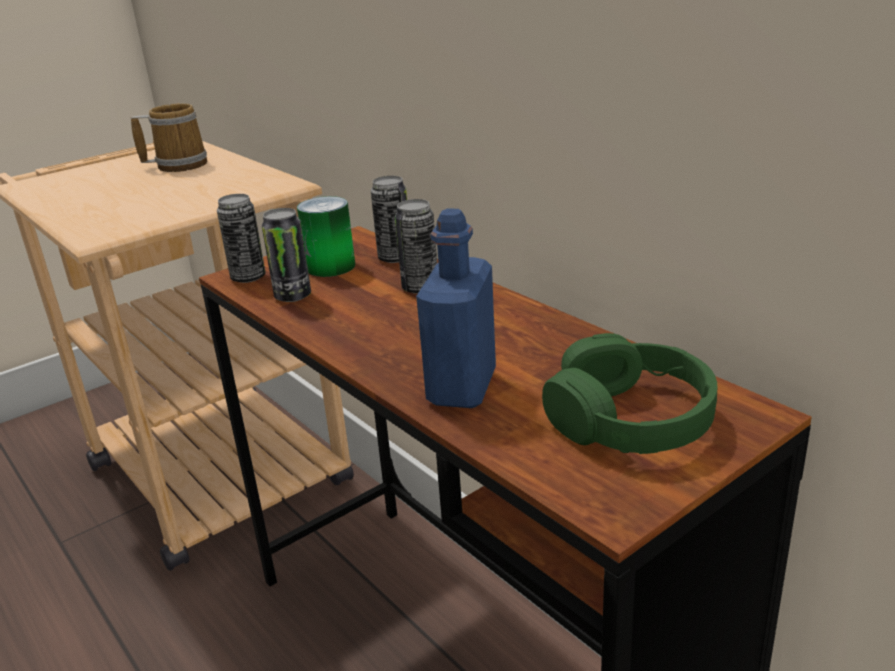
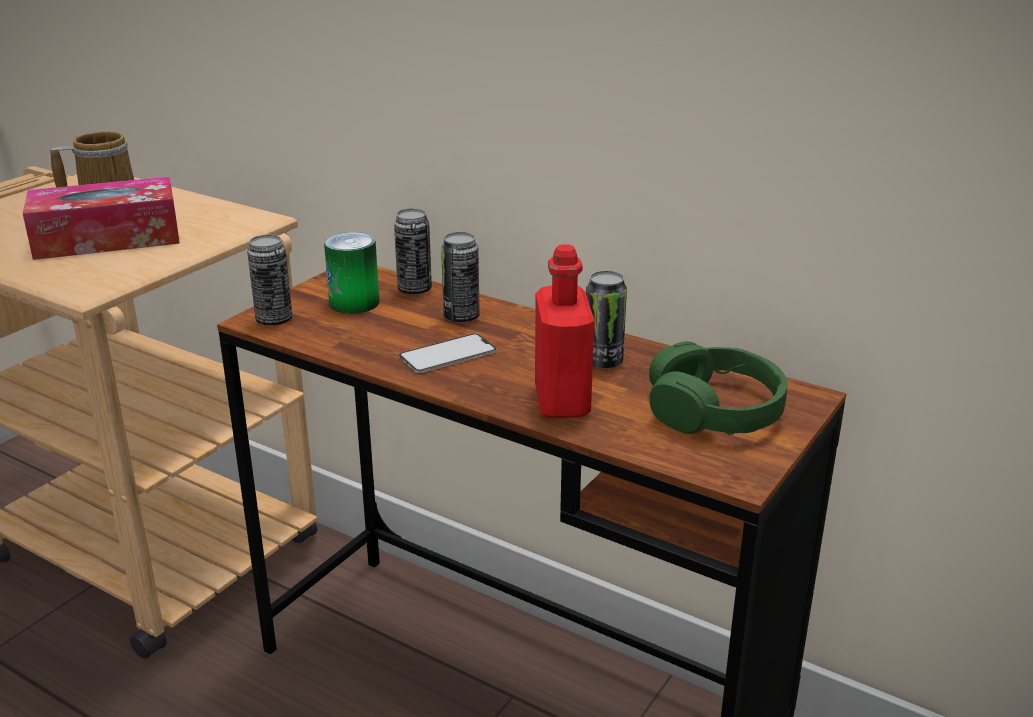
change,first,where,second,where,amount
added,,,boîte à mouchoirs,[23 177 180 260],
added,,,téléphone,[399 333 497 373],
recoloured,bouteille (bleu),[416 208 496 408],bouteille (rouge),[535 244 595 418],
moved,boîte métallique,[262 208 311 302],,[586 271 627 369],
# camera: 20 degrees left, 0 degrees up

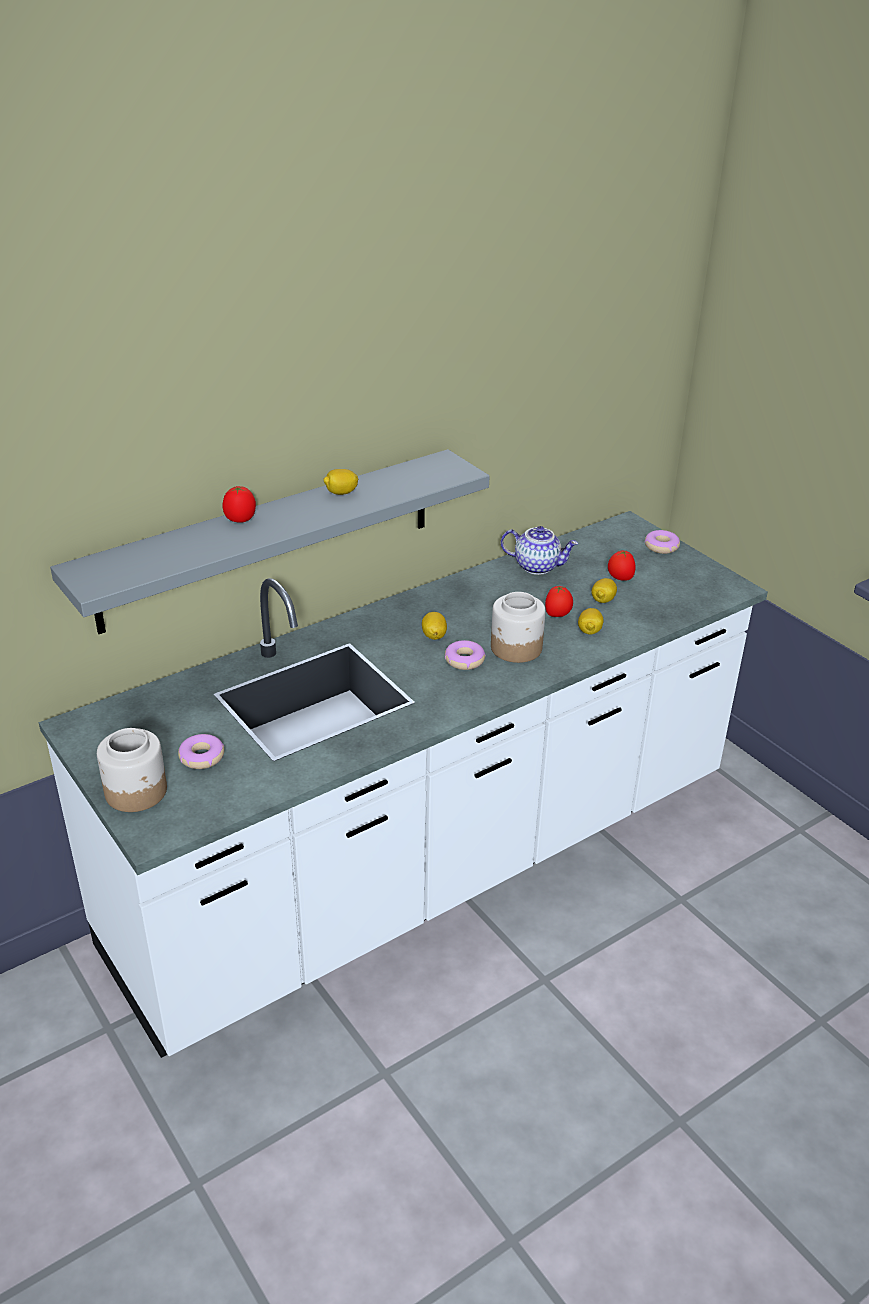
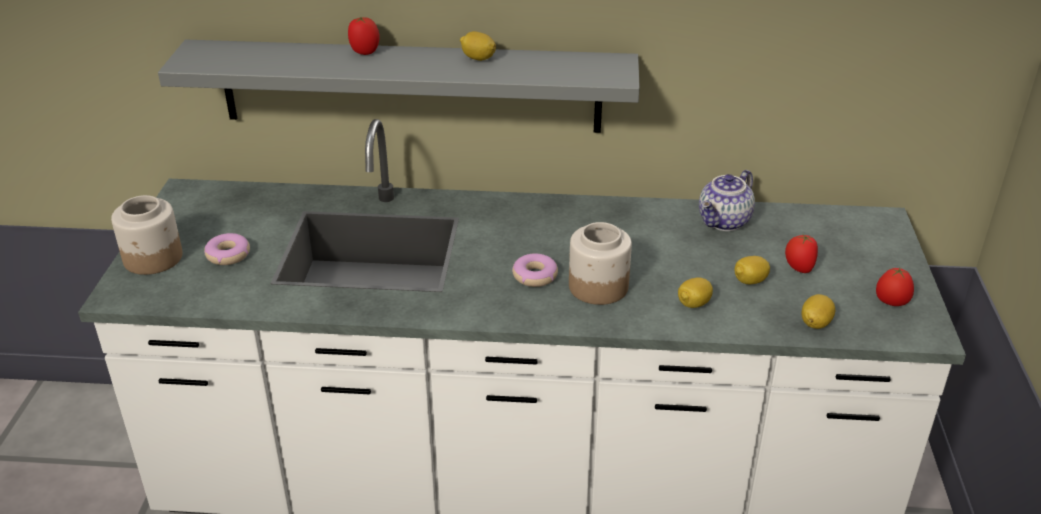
change,first,where,second,where,amount
turned,théière,[501 526 578 575],,[699 170 755 231],75 degrees clockwise
moved,citron,[422 612 447 640],,[802 294 835 329],
moved,tomate,[545 586 573 617],,[876 268 914 306],
removed,beignet,[645 530 680 554],,,
# camera: 40 degrees right, 0 degrees up

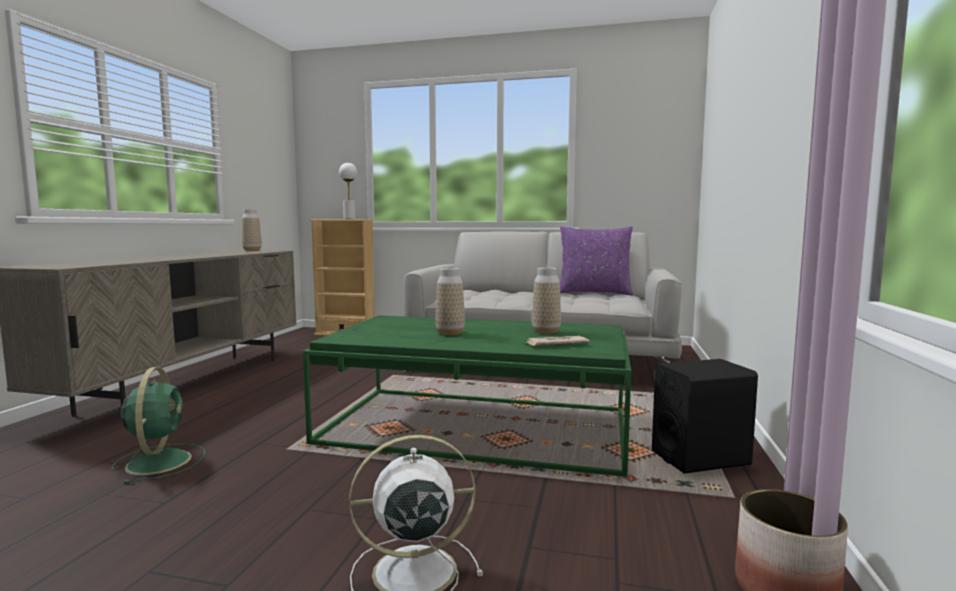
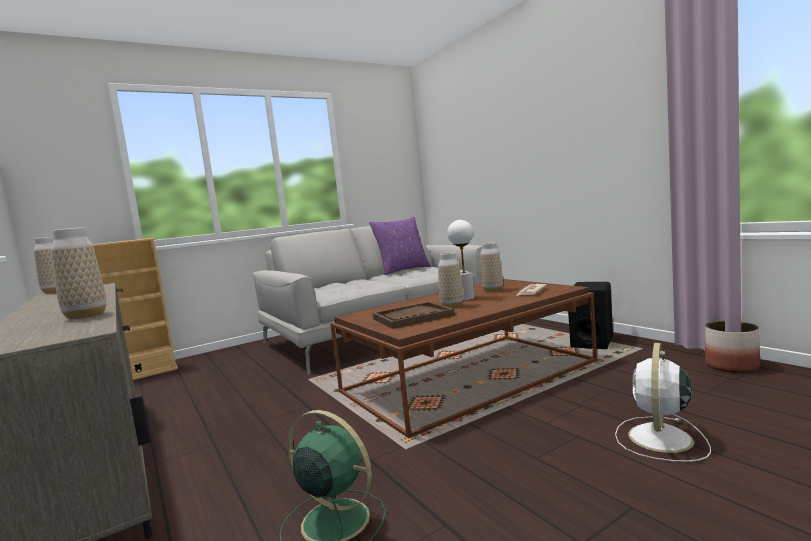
change,first,where,second,where,amount
added,,,vase,[51 227 106 319],
recoloured,table basse (vert),[303 315 631 477],table basse (marron),[330 279 597 439],
added,,,plateau (marron),[372 302 455 329],
moved,lampe de table (blanc),[339 163 357 219],,[447 220 474 301],
# camera: 45 degrees left, 0 degrees up

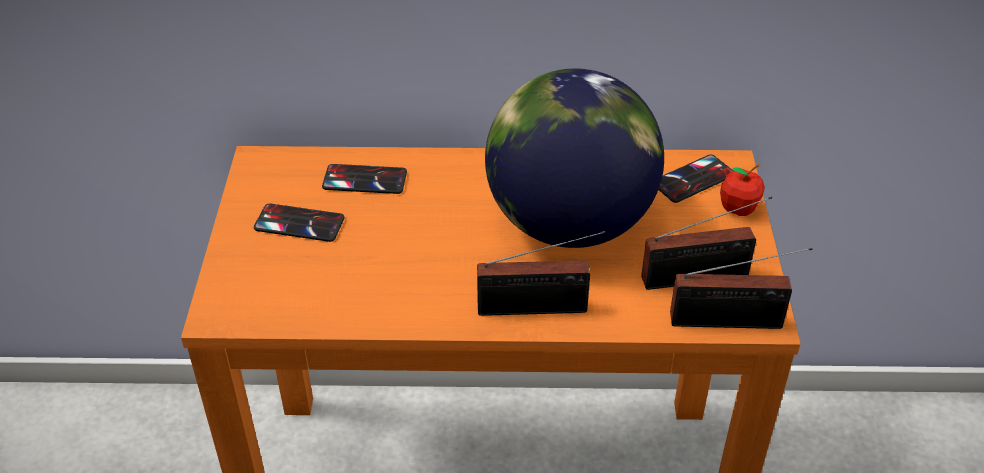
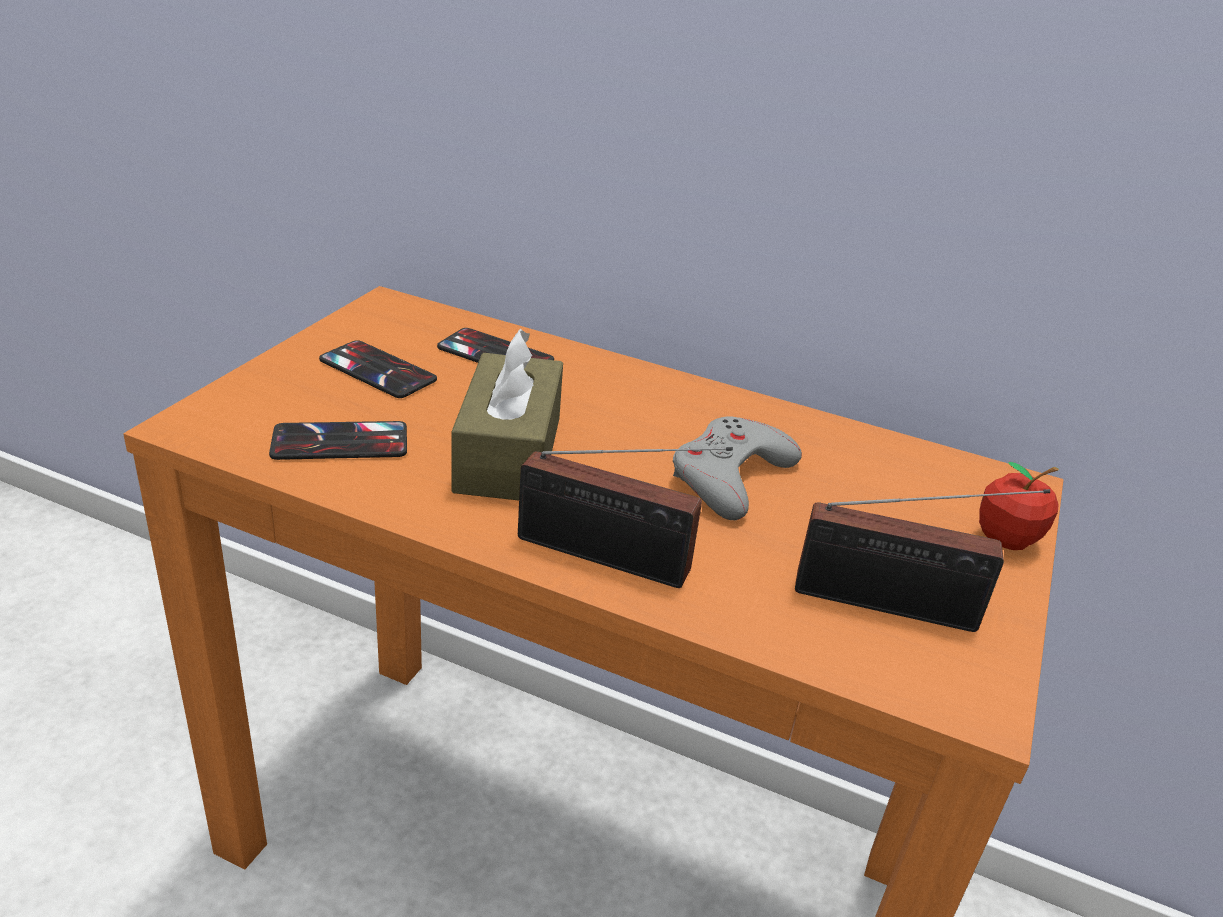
change,first,where,second,where,amount
moved,téléphone,[658 155 733 203],,[269 421 407 460],
added,,,boîte à mouchoirs (marron),[451 329 563 500],
replaced,globe,[485 68 664 248],manette (gris),[673 417 802 520],
removed,radio,[670 248 813 329],,,
# camera: 20 degrees right, 10 degrees down

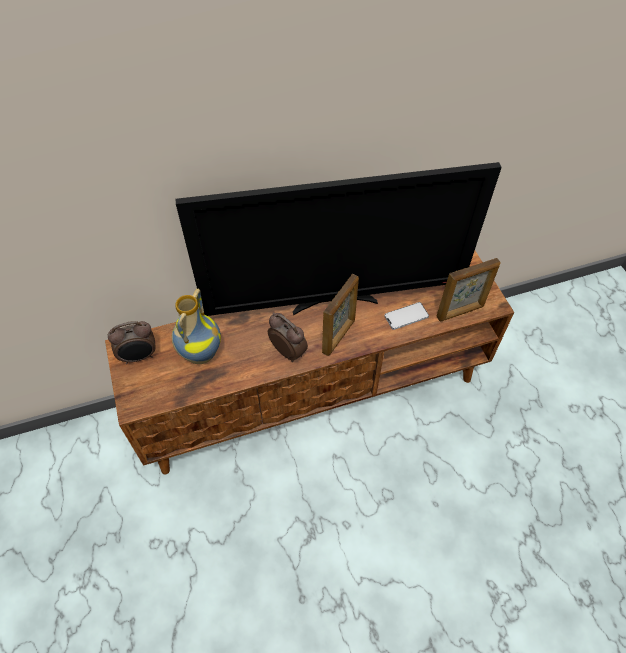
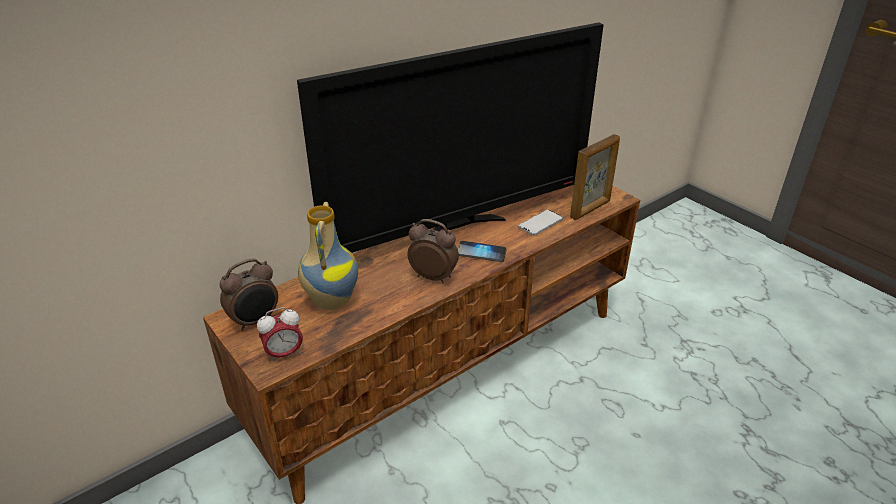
change,first,where,second,where,amount
added,,,réveil,[257 307 303 363],
replaced,cadre photo,[322 274 359 356],téléphone,[458 241 506 262],
# camera: 20 degrees left, 20 degrees down

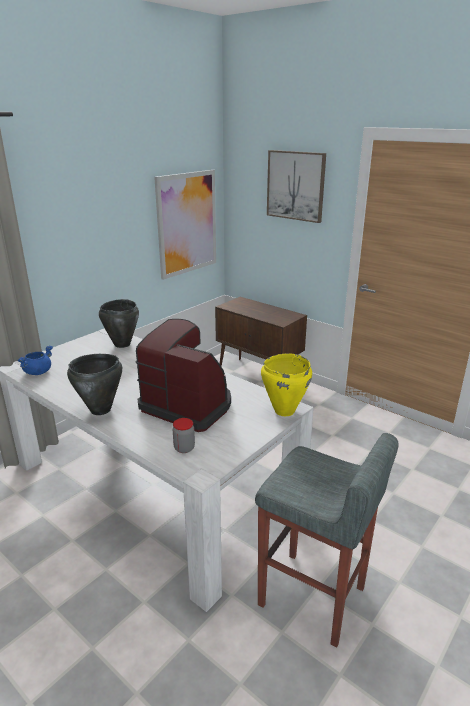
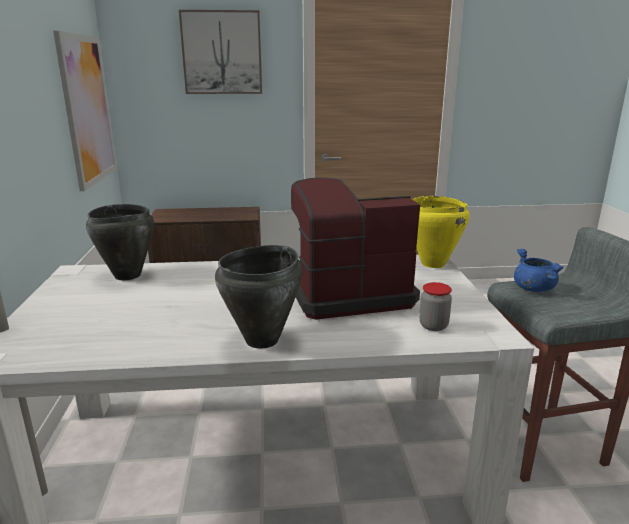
change,first,where,second,where,amount
moved,marmite (bleu),[18 345 53 375],,[514 249 564 292],
# camera: 45 degrees left, 5 degrees down

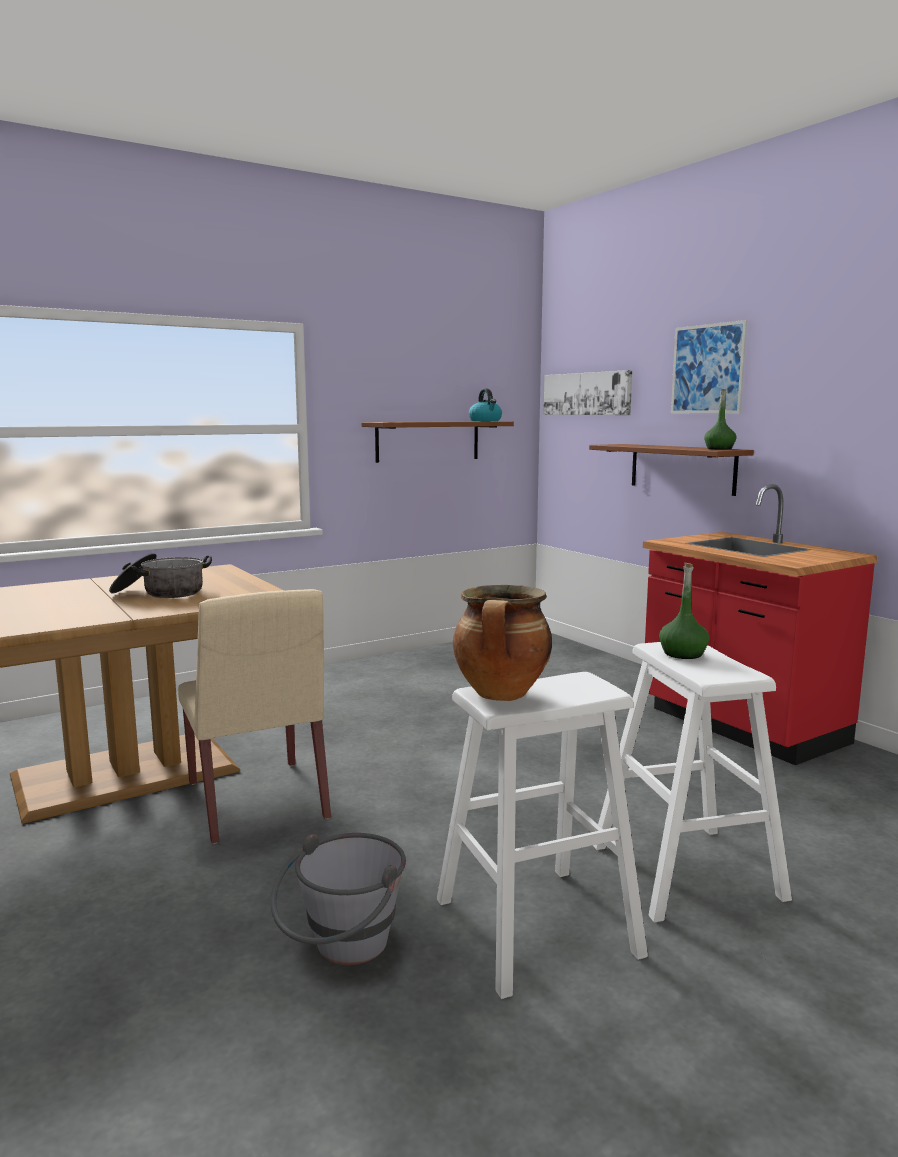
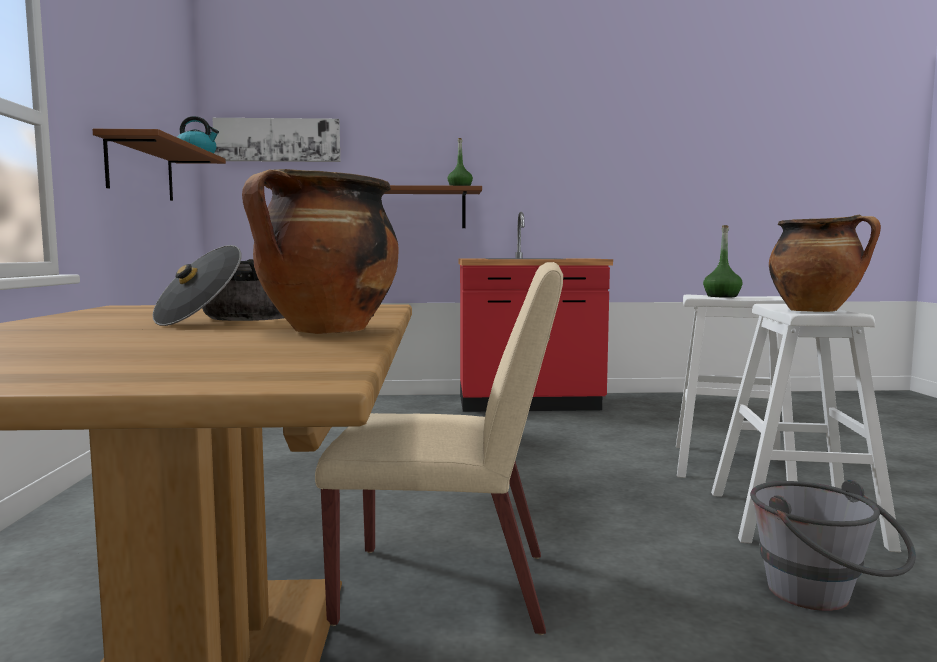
change,first,where,second,where,amount
added,,,marmite,[242 169 399 334],
removed,tableau,[671 320 748 414],,,
# camera: 60 degrees left, 5 degrees down

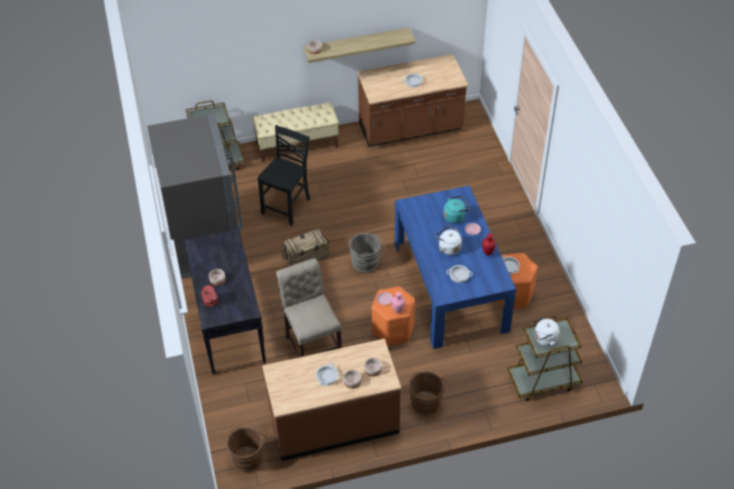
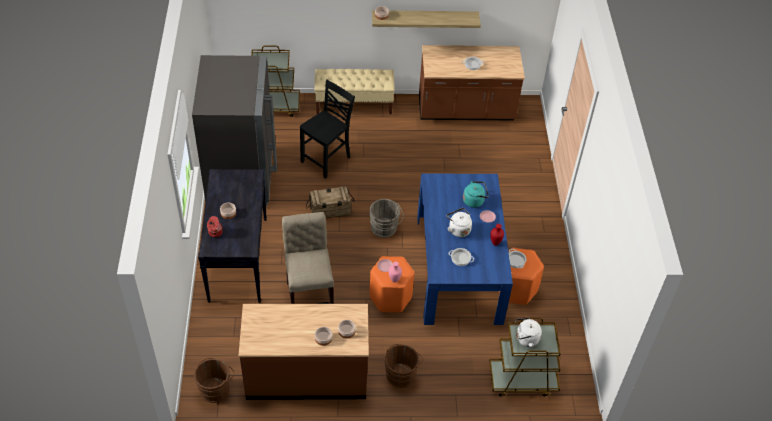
change,first,where,second,where,amount
removed,marmite,[316 363 338 386],,,
# camera: 10 degrees right, 0 degrees up

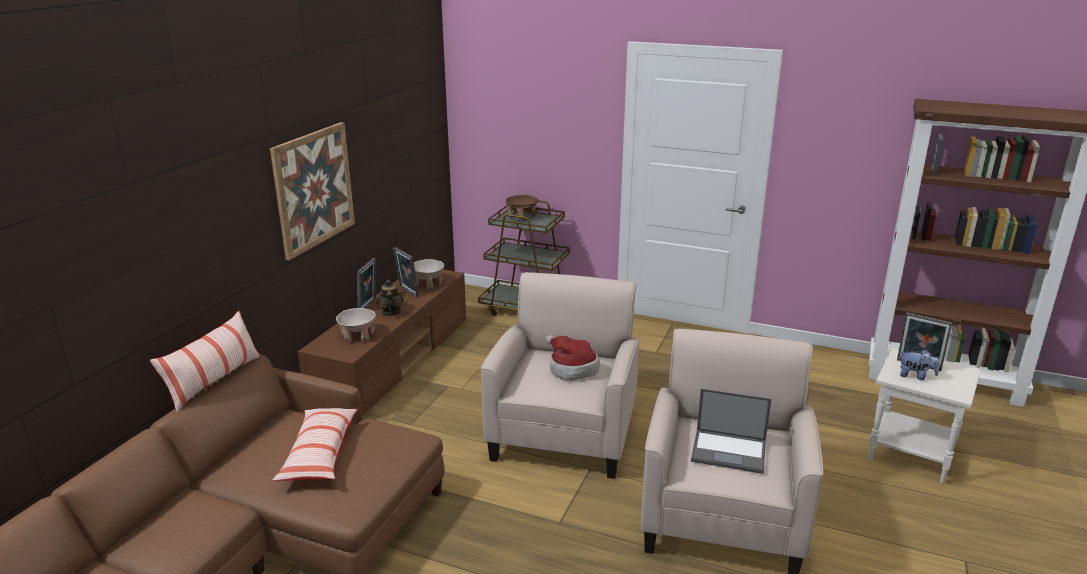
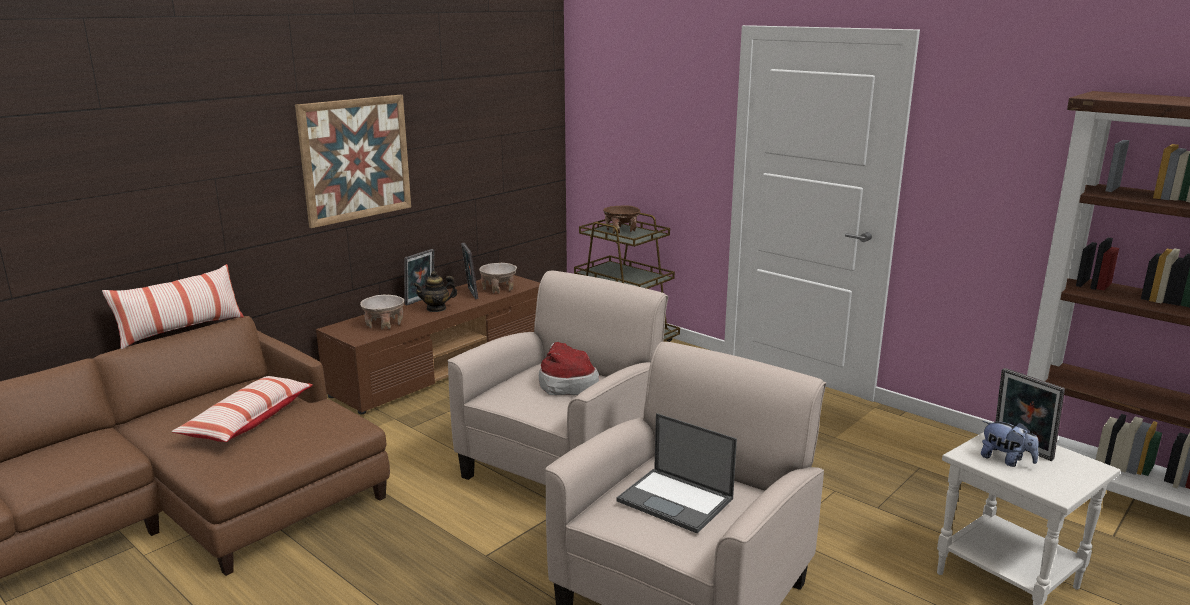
change,first,where,second,where,amount
turned,théière,[376 279 404 316],,[413 271 458 312],120 degrees counterclockwise
# camera: 20 degrees right, 5 degrees down

